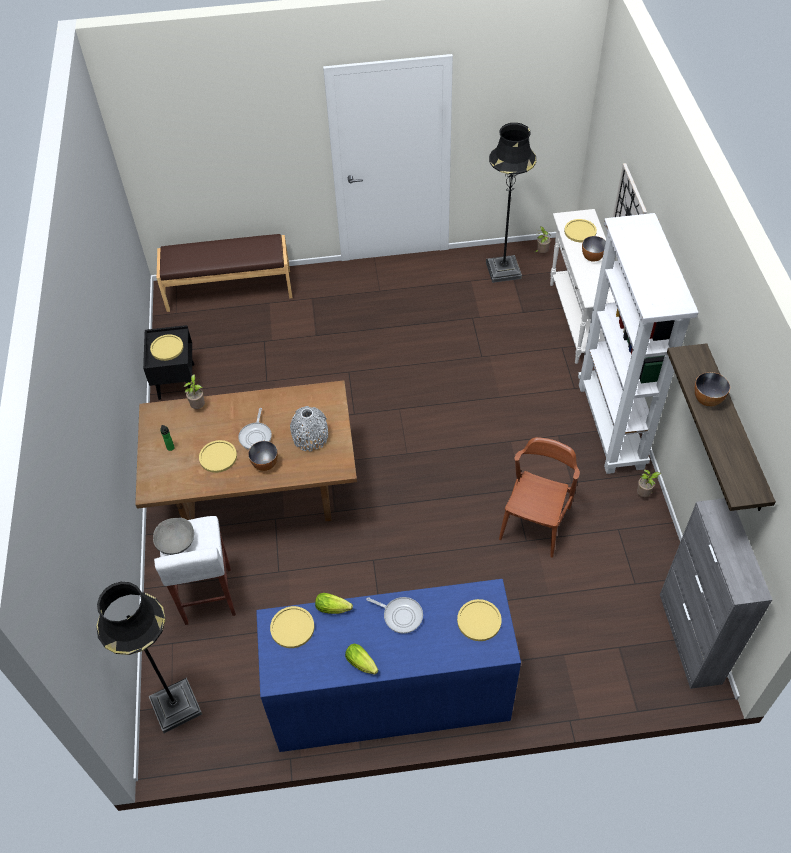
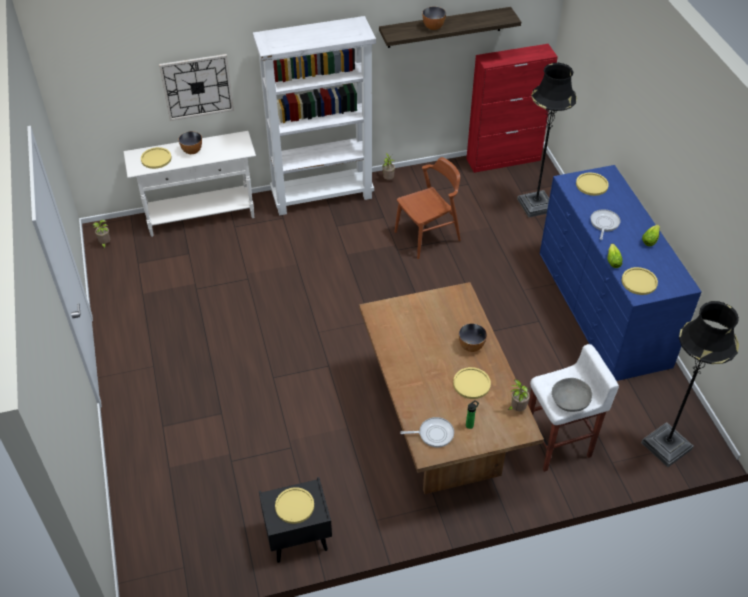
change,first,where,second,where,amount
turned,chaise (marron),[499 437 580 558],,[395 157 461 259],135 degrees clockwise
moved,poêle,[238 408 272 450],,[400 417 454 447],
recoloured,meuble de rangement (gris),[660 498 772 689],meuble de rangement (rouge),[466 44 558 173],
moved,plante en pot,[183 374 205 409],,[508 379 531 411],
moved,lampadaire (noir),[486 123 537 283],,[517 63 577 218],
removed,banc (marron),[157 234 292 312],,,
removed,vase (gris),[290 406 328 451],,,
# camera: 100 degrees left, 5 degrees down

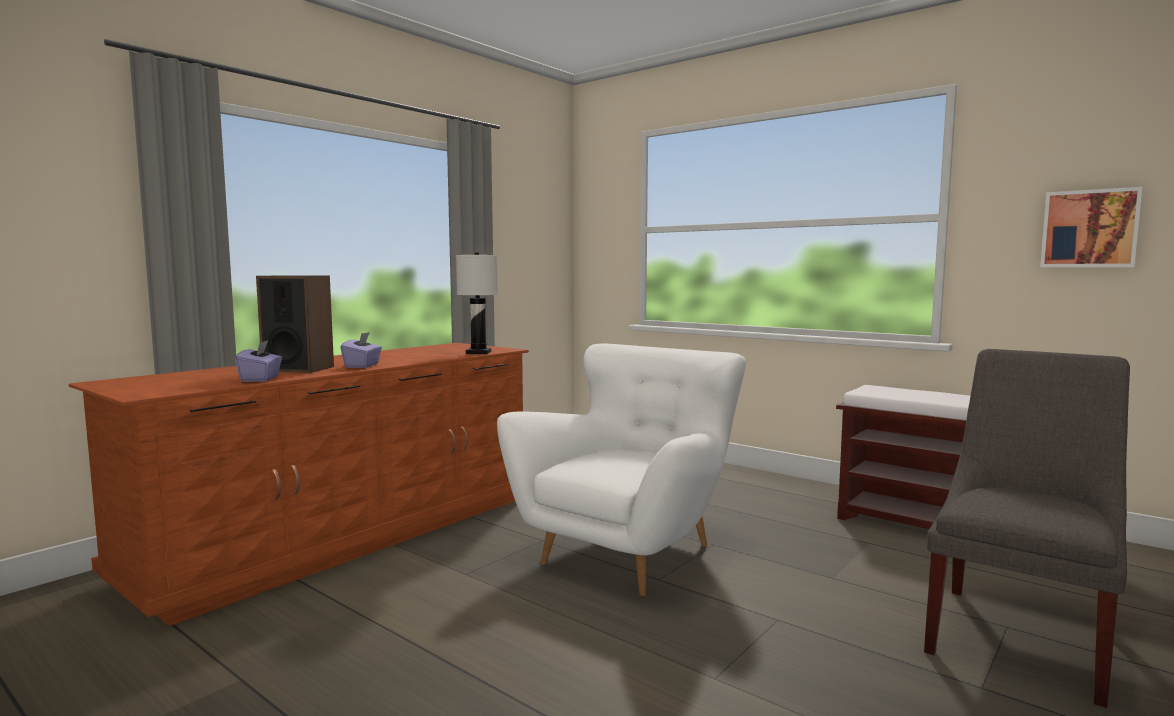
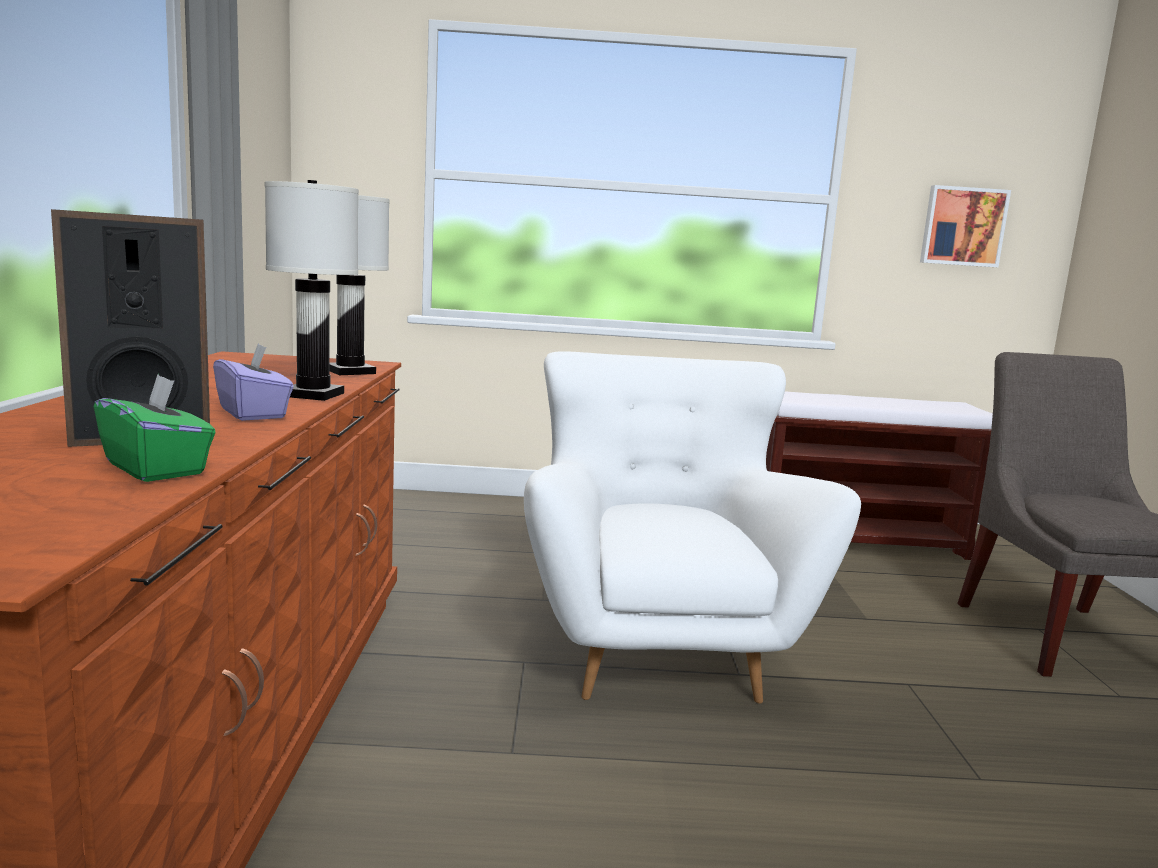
change,first,where,second,where,amount
recoloured,boîte à mouchoirs (violet),[235 341 282 382],boîte à mouchoirs (vert),[94 374 216 482],
added,,,lampe de table (blanc),[265 180 359 401],
# camera: 40 degrees left, 5 degrees up

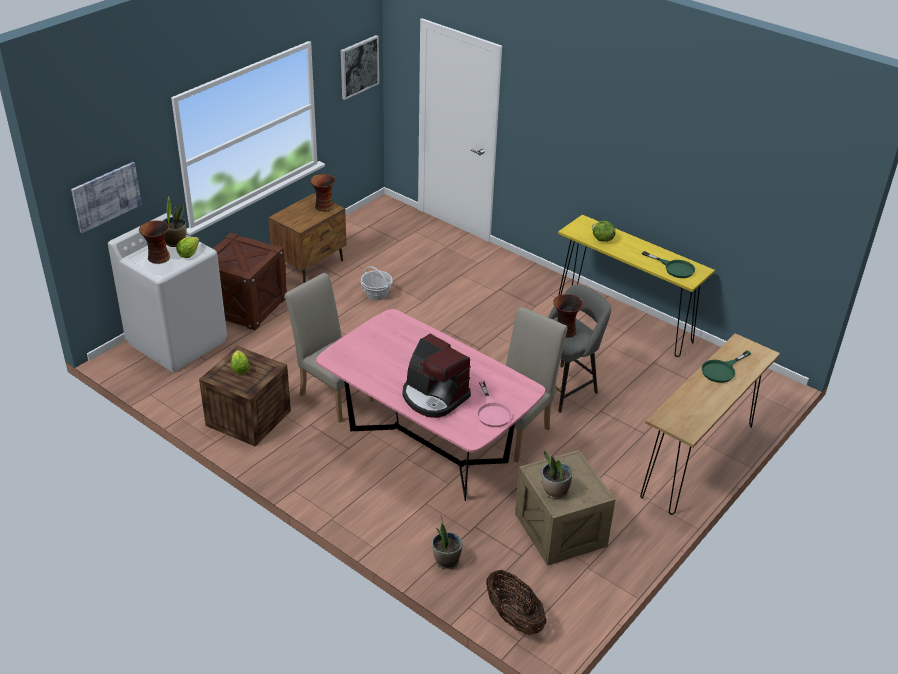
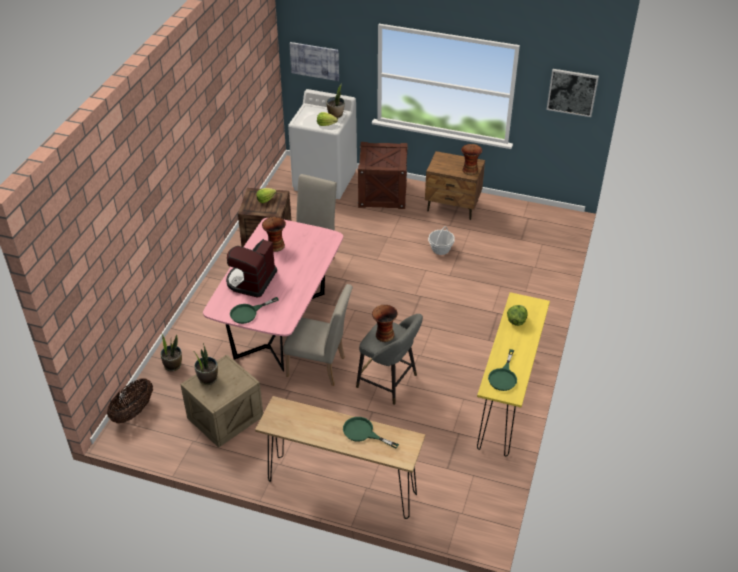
change,first,where,second,where,amount
recoloured,poêle (rose),[477 381 512 427],poêle (vert),[230 297 279 324],
moved,vase,[139 220 170 264],,[262 217 286 252],
# camera: 70 degrees right, 5 degrees up

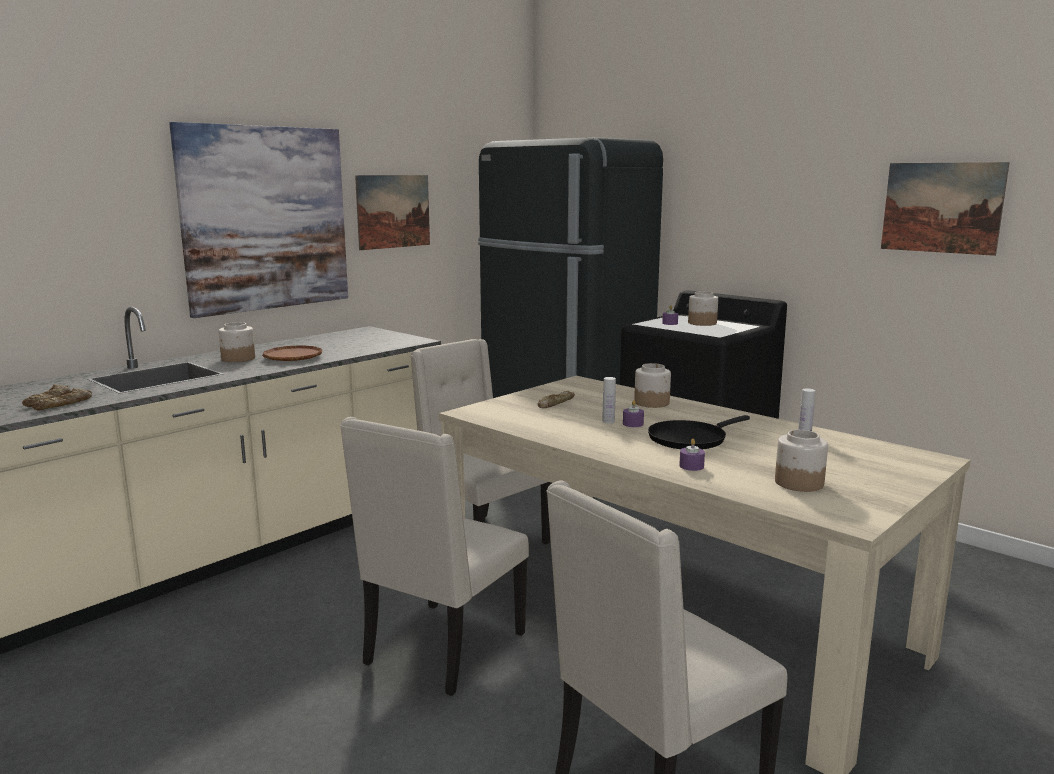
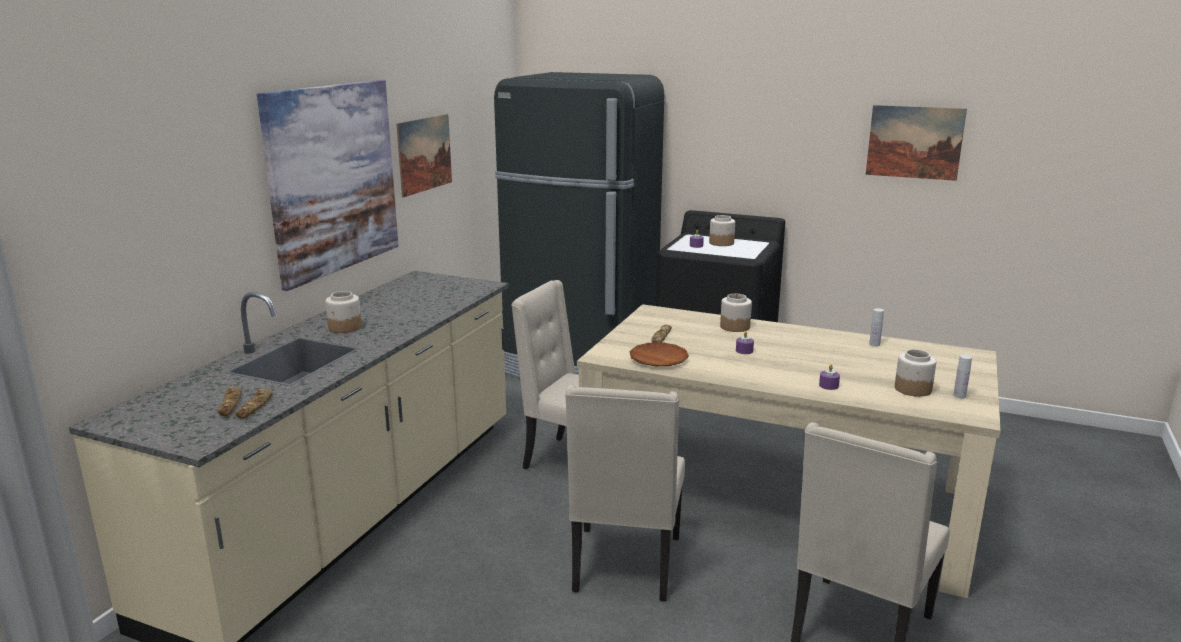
change,first,where,second,where,amount
moved,assiette (marron),[262 345 322 361],,[629 342 689 366],
moved,bouteille (blanc),[602 377 616 423],,[953 355 972 399],
removed,poêle (noir),[648 415 750 450],,,
# camera: 20 degrees left, 5 degrees up

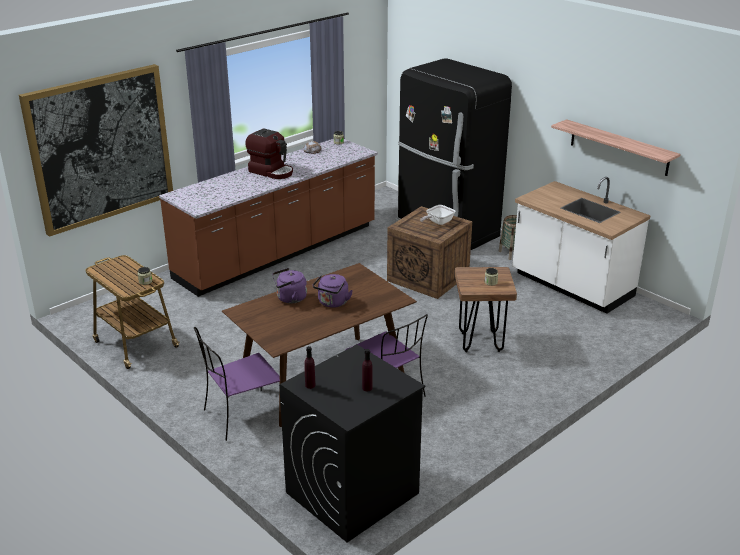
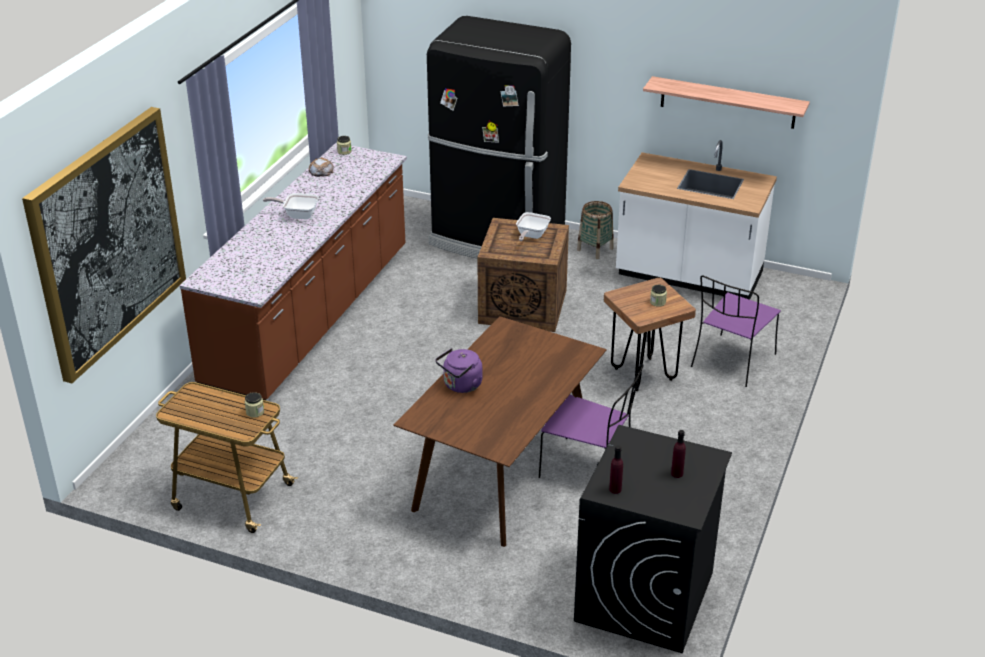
change,first,where,second,where,amount
replaced,machine à café,[245 128 293 179],poêle,[263 193 319 219],
moved,chaise (violet),[194 327 280 441],,[691 275 781 387],
removed,bouilloire (violet),[313 274 353 308],,,
# camera: 25 degrees left, 5 degrees up

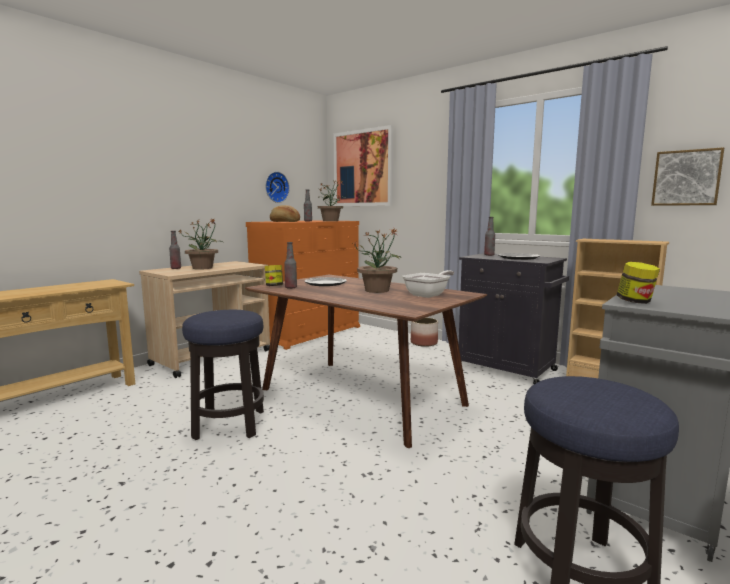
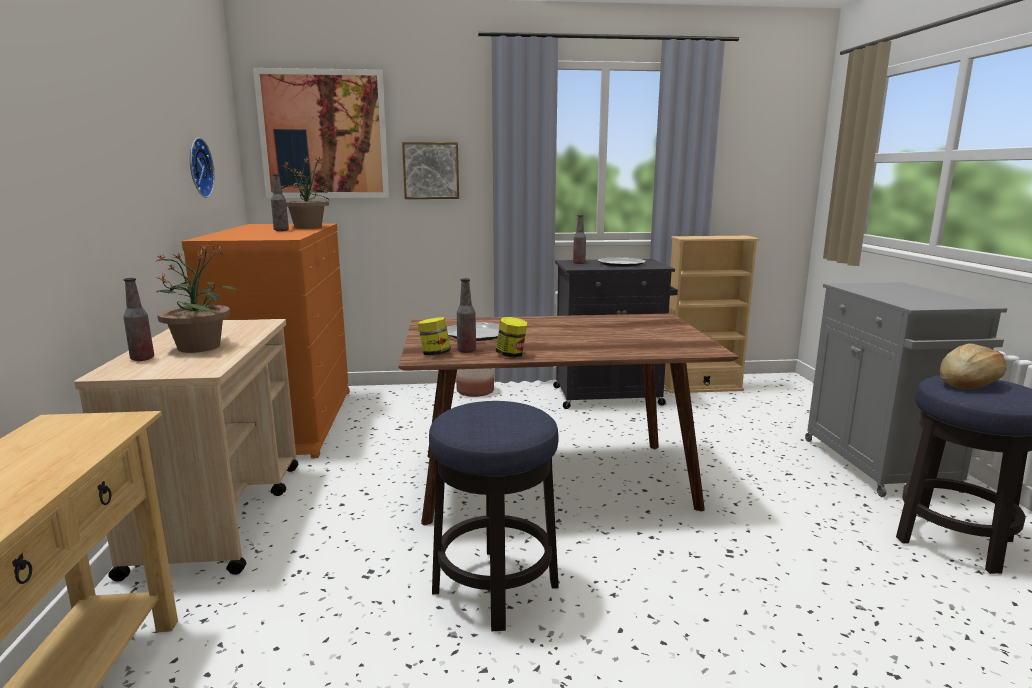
change,first,where,second,where,amount
moved,tableau,[651 147 724 206],,[402 142 459 199],
moved,bocal,[617 262 660 304],,[496 317 528 357],
moved,pain,[270 205 300 222],,[940 343 1006 389],
removed,plante en pot,[353 229 402 293],,,
removed,poêle,[402 270 454 298],,,
# camera: 45 degrees left, 5 degrees up

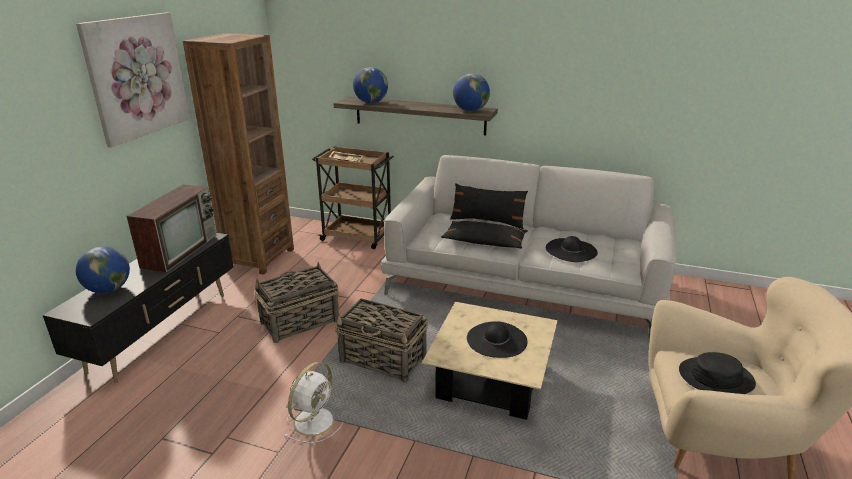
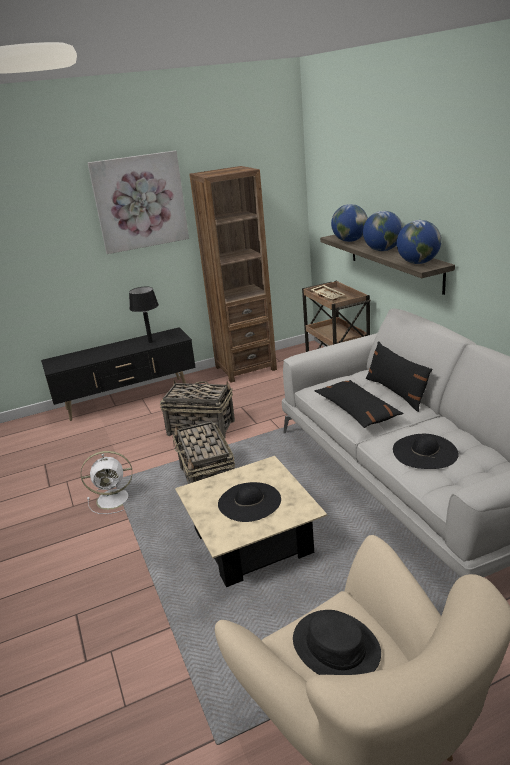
change,first,where,second,where,amount
replaced,téléviseur,[126 185 217 273],lampe de table (noir),[129 287 159 343],
moved,globe,[76 246 130 293],,[363 211 403 251],
# camera: 50 degrees right, 0 degrees up

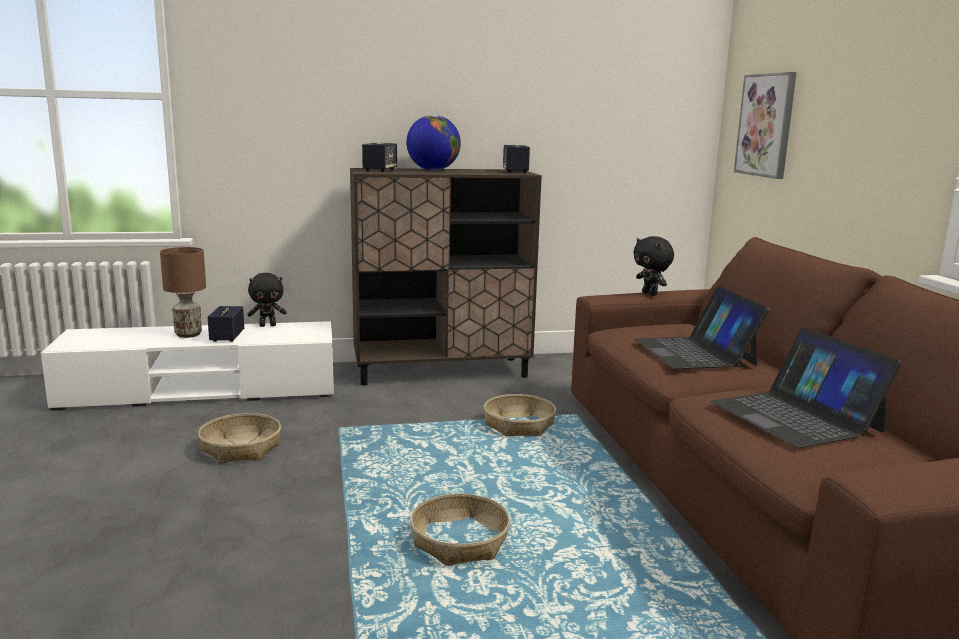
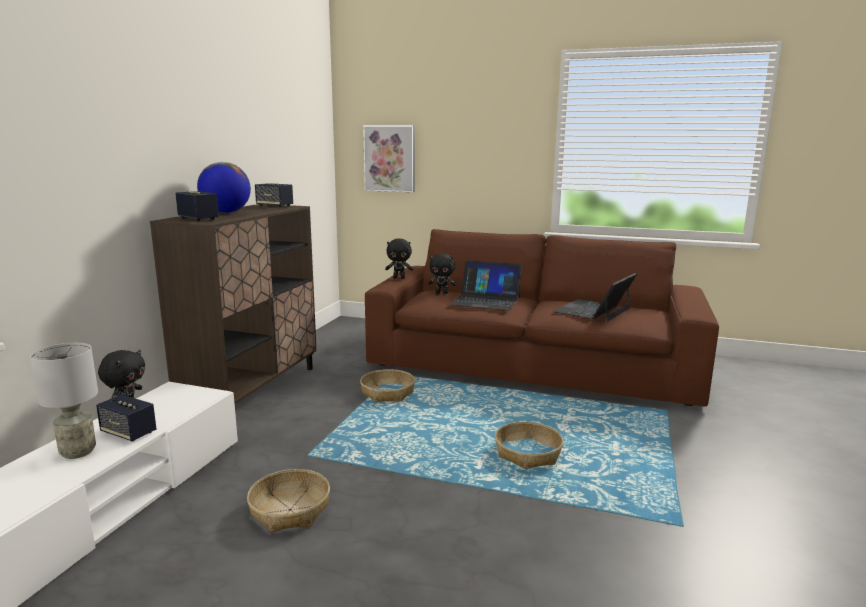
change,first,where,second,where,amount
recoloured,lampe de table (marron),[160 247 206 338],lampe de table (gris),[30 343 98 459],
added,,,peluche (noir),[428 253 456 294],
turned,ordinateur portable,[710 327 902 448],,[553 273 637 322],120 degrees clockwise
# camera: 60 degrees left, 0 degrees up

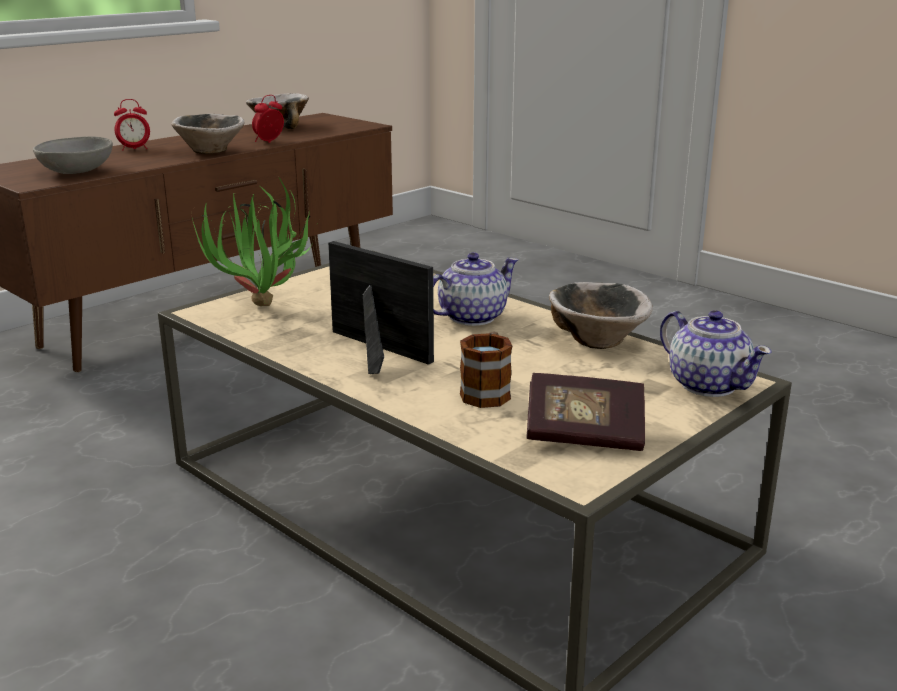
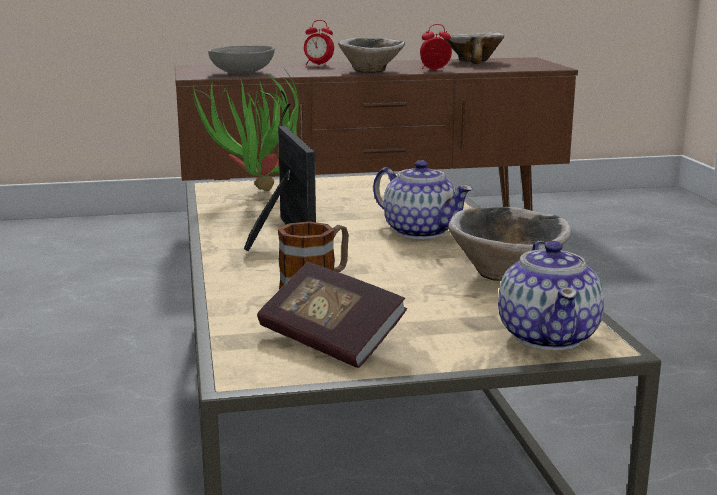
change,first,where,second,where,amount
turned,théière,[433 252 518 326],,[373 160 473 239],45 degrees clockwise
# camera: 35 degrees right, 5 degrees down

